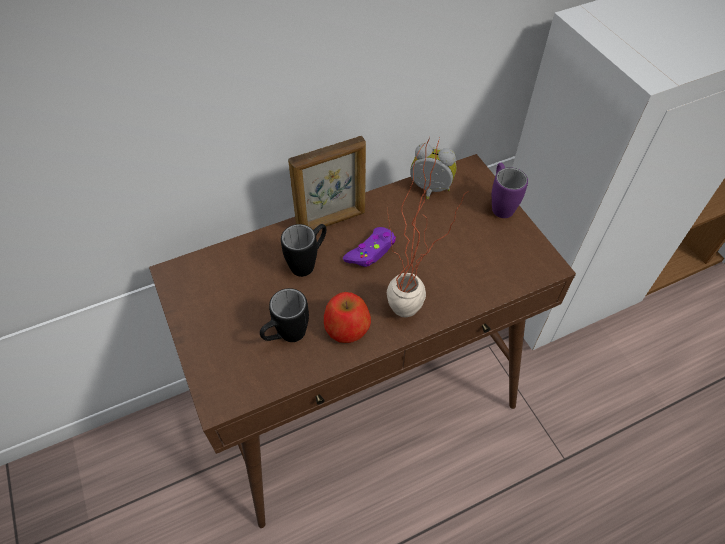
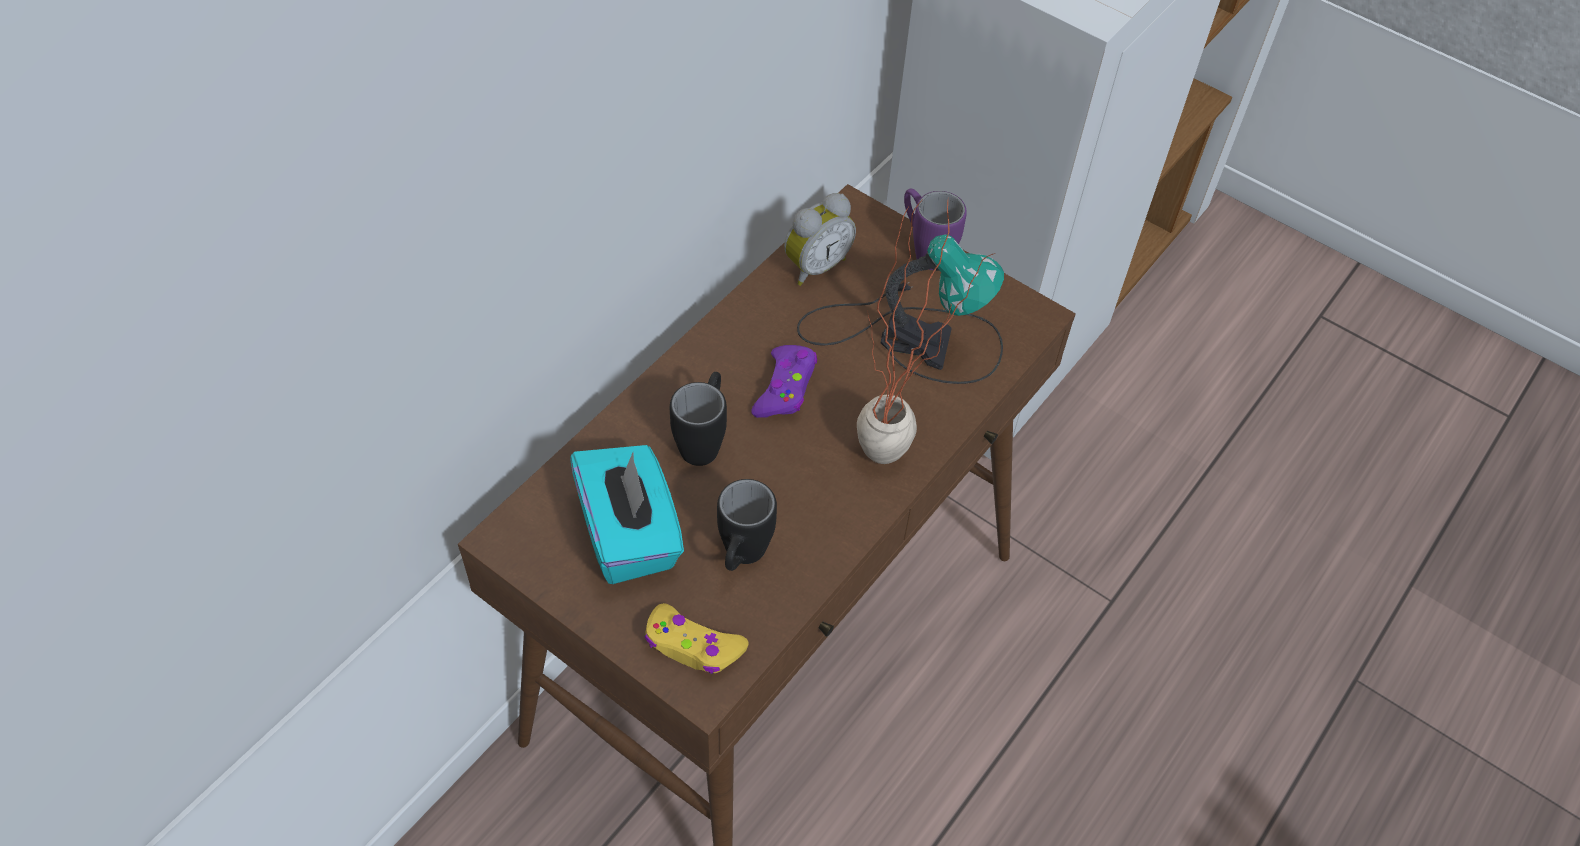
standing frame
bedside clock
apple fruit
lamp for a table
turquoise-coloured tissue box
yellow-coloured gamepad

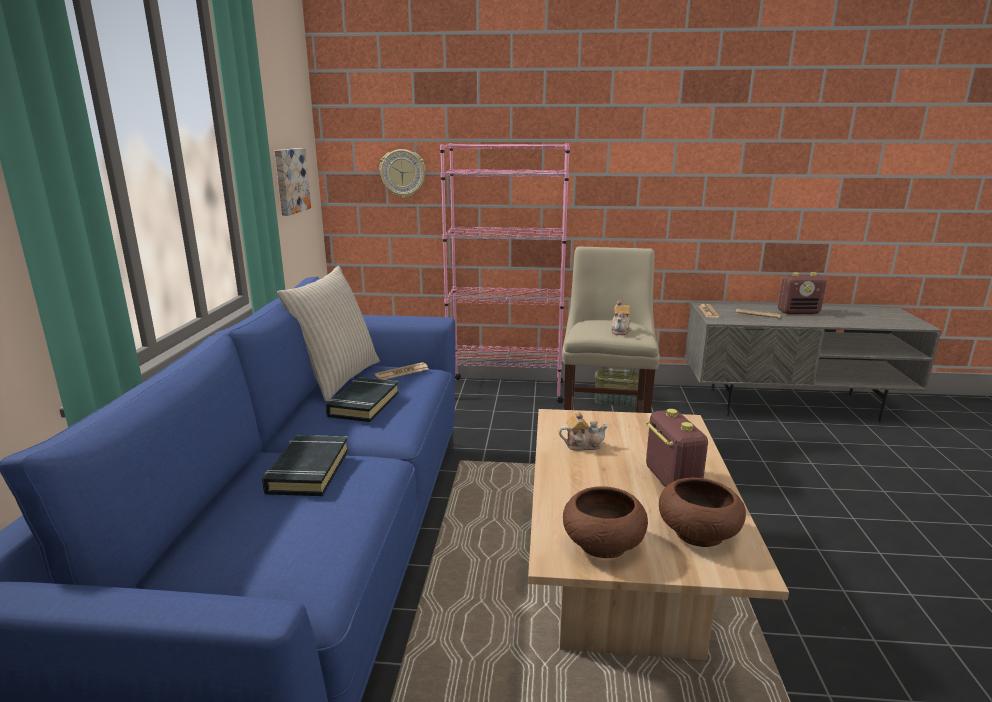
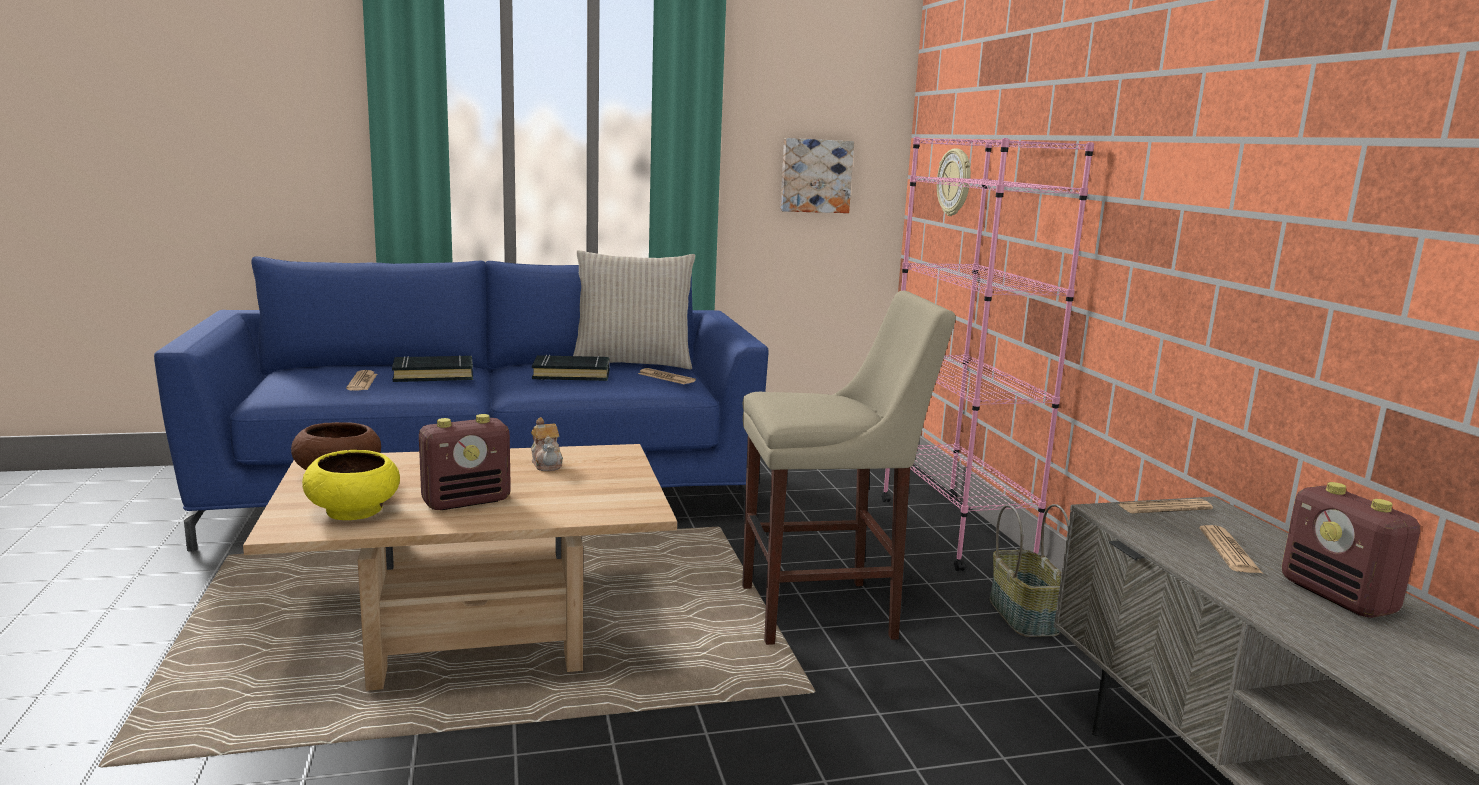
tea pot (no. 2 from left in the first image)
yellow-coloured deep dish
printed paper (no. 1 from left)

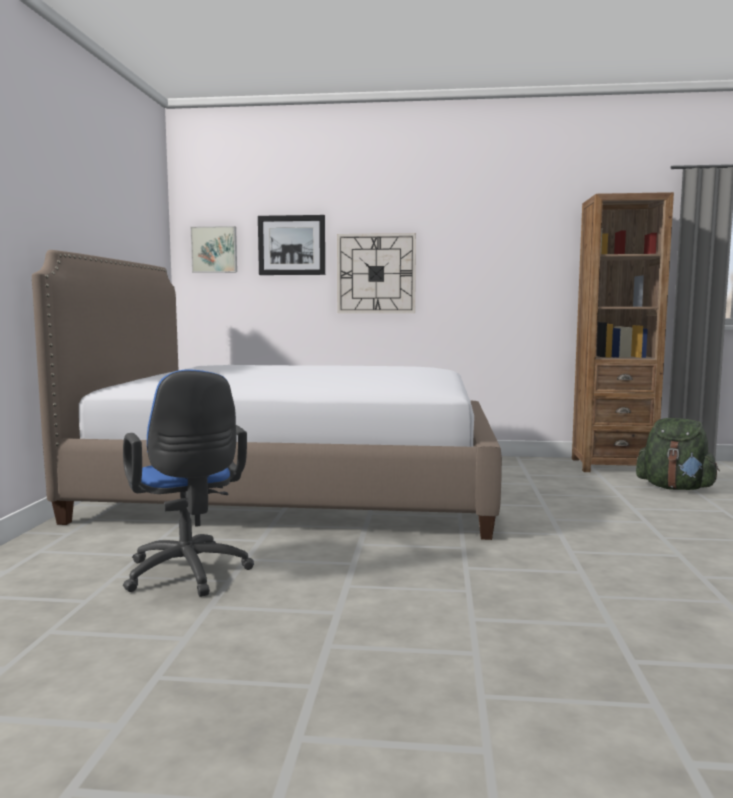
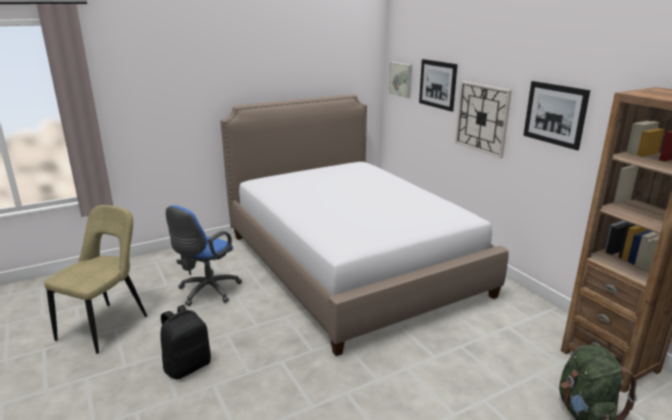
wall picture (no. 3 from left)
beige-coloured plain chair
black-coloured backpack

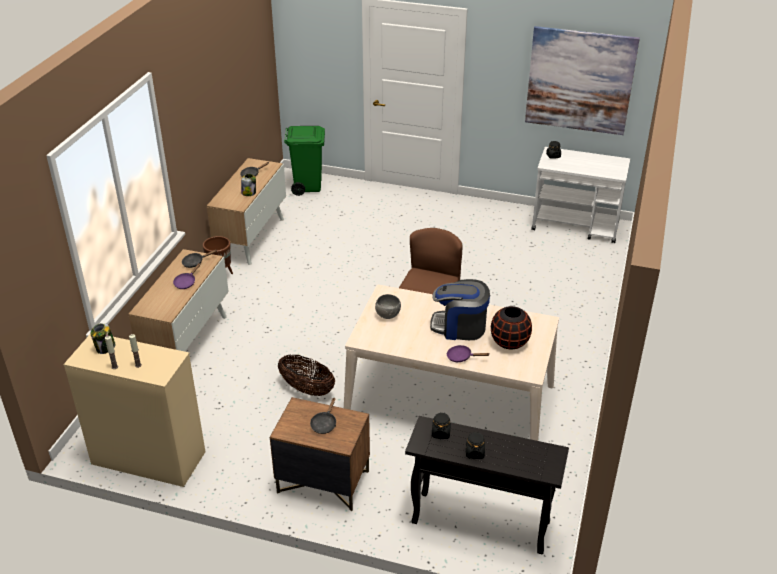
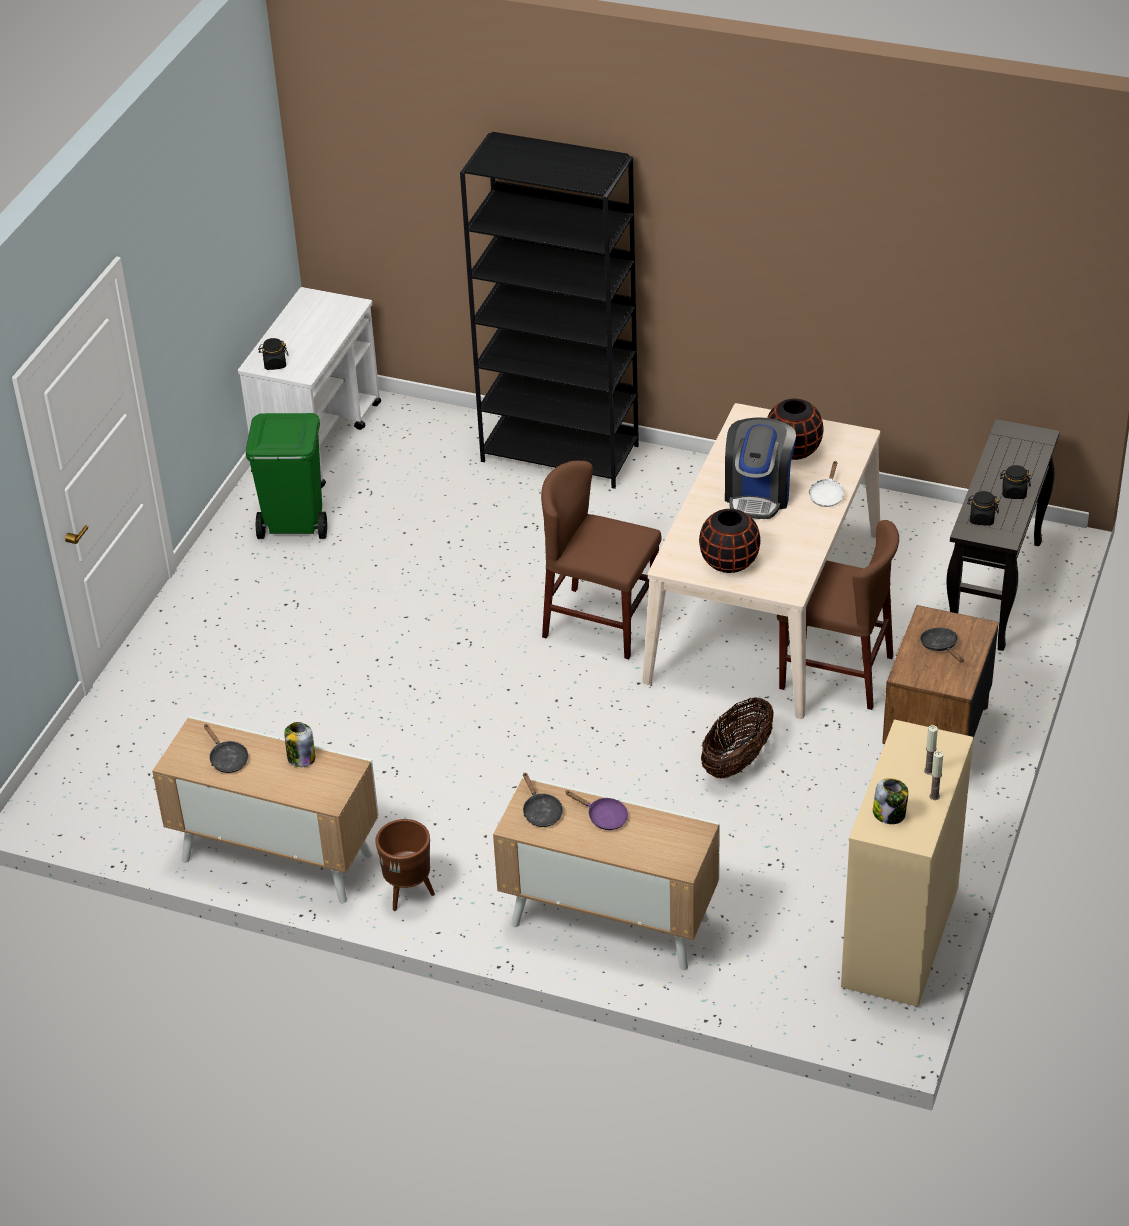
wall picture
greenish waste bin
black-coloured vase (no. 1 from left)
white-coloured skillet
black-coloured skillet (no. 3 from left)
black-coloured bookcase
brown-coloured plain chair (no. 2 from left)

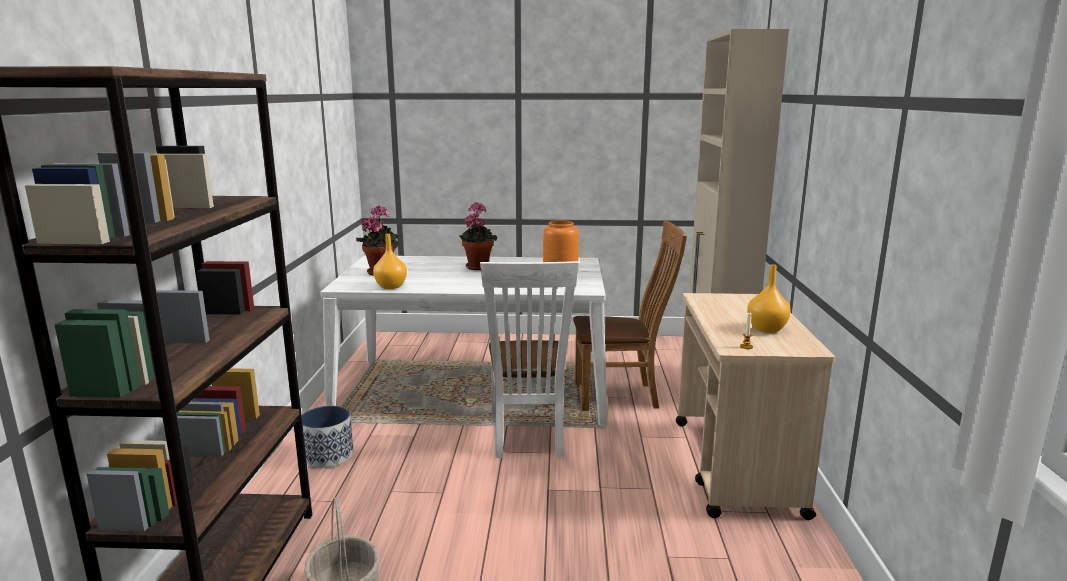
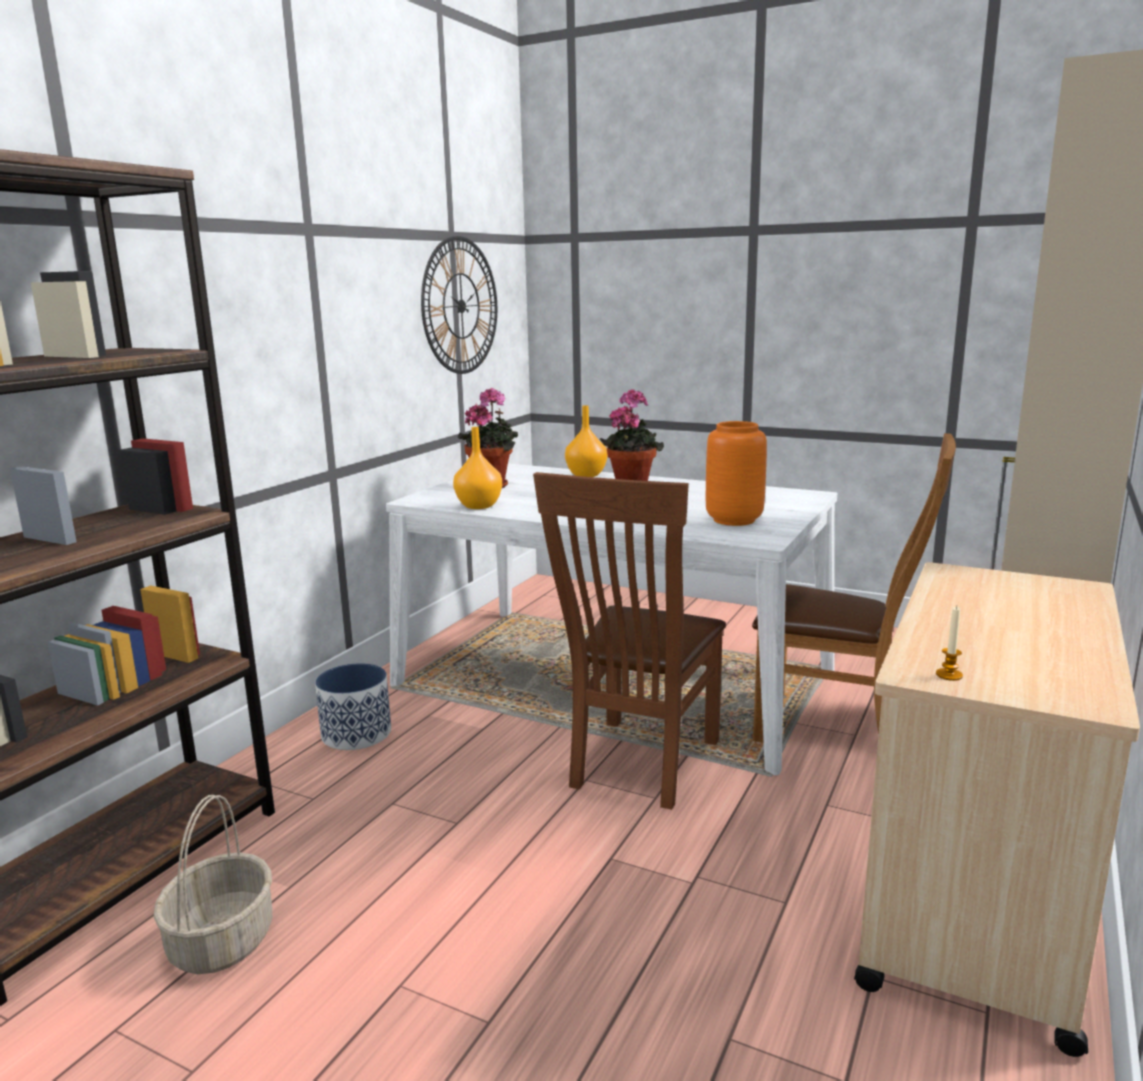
brown-coloured plain chair (no. 1 from left)
orangey vase (no. 2 from left)
hanging clock

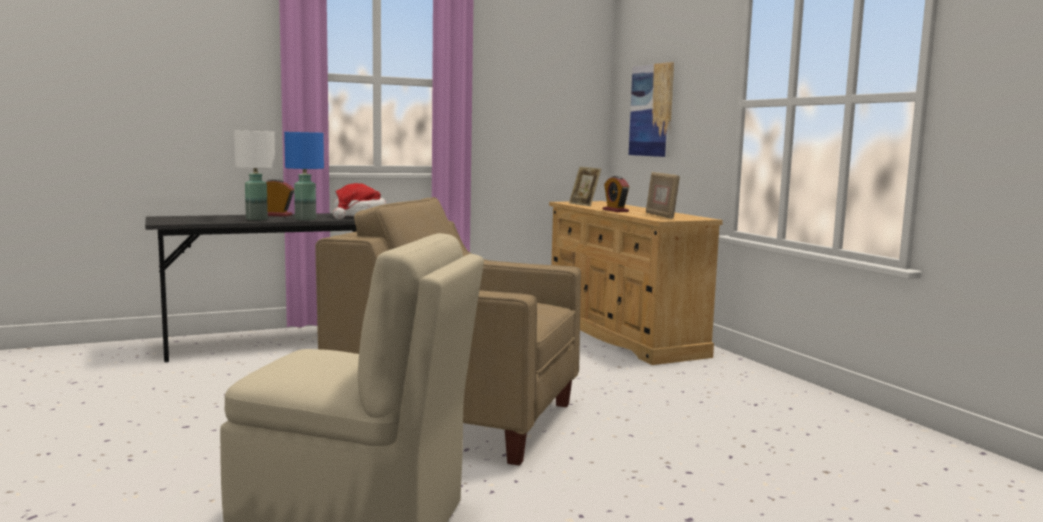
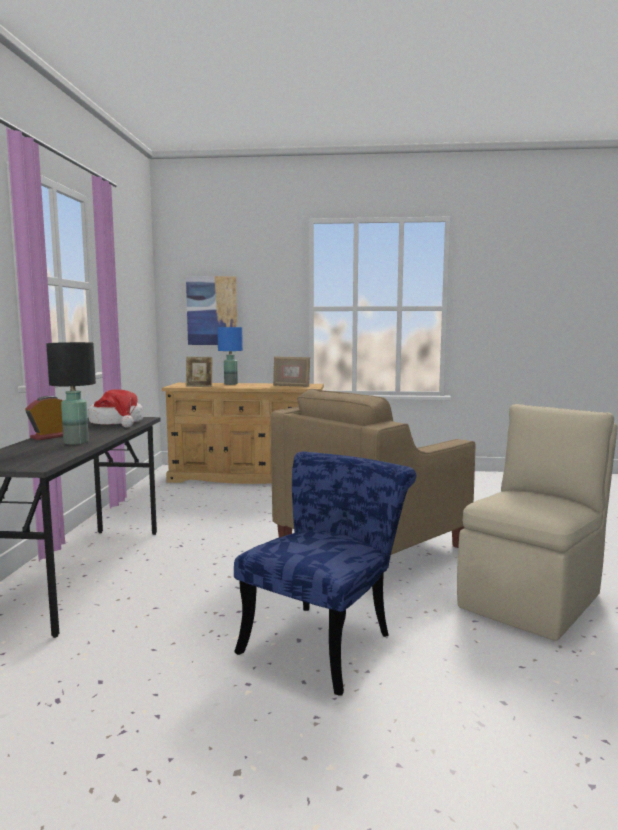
black-coloured lamp for a table
blue-coloured lamp for a table
bedside clock (no. 2 from left in the first image)
blue-coloured plain chair

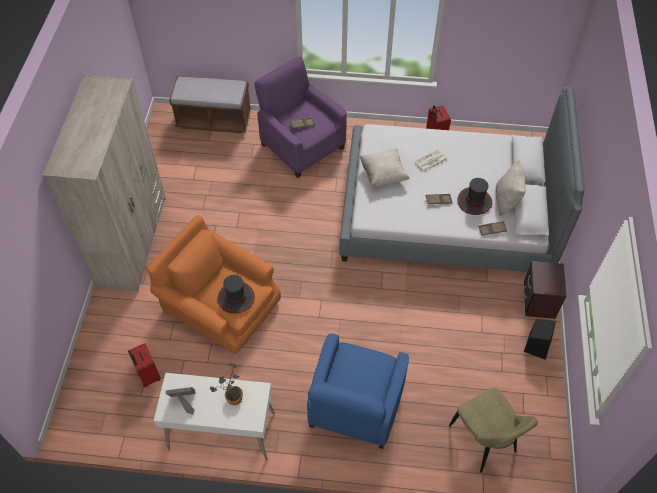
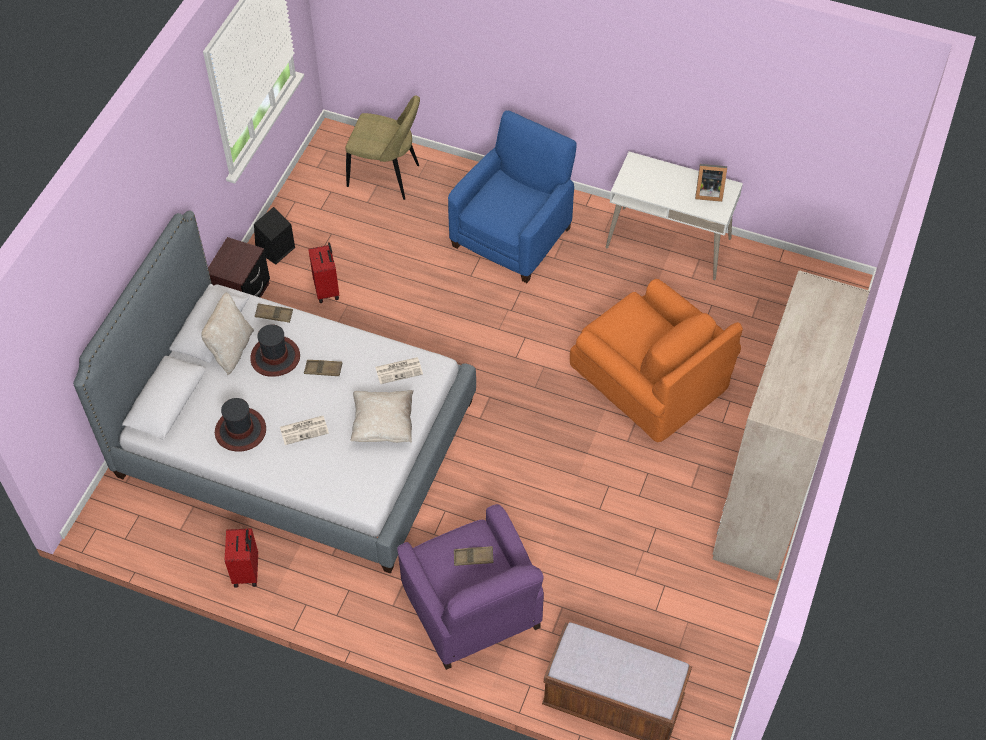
hat (no. 1 from left)
red suitcase (no. 2 from left)
plant in a pot
beige-coloured plain chair
printed paper (no. 2 from left)

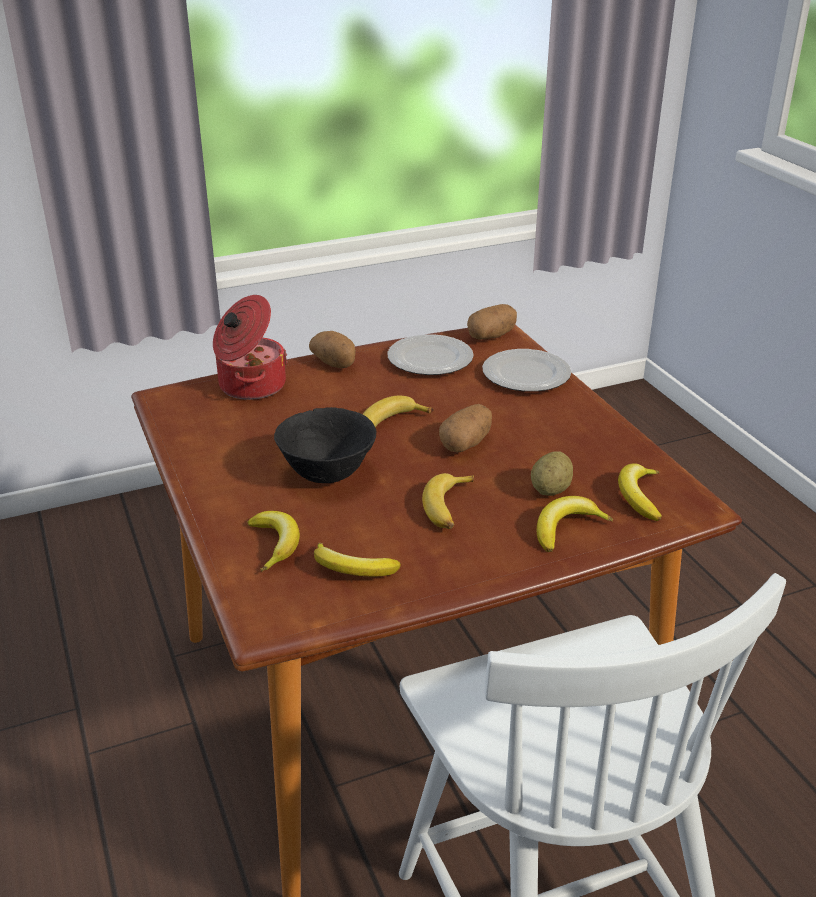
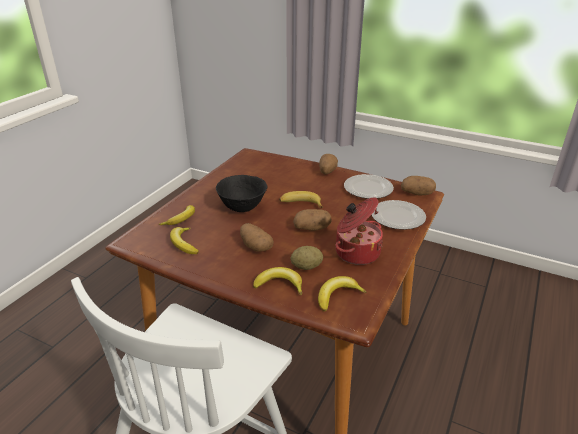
saucepot
potato (no. 1 from left)

